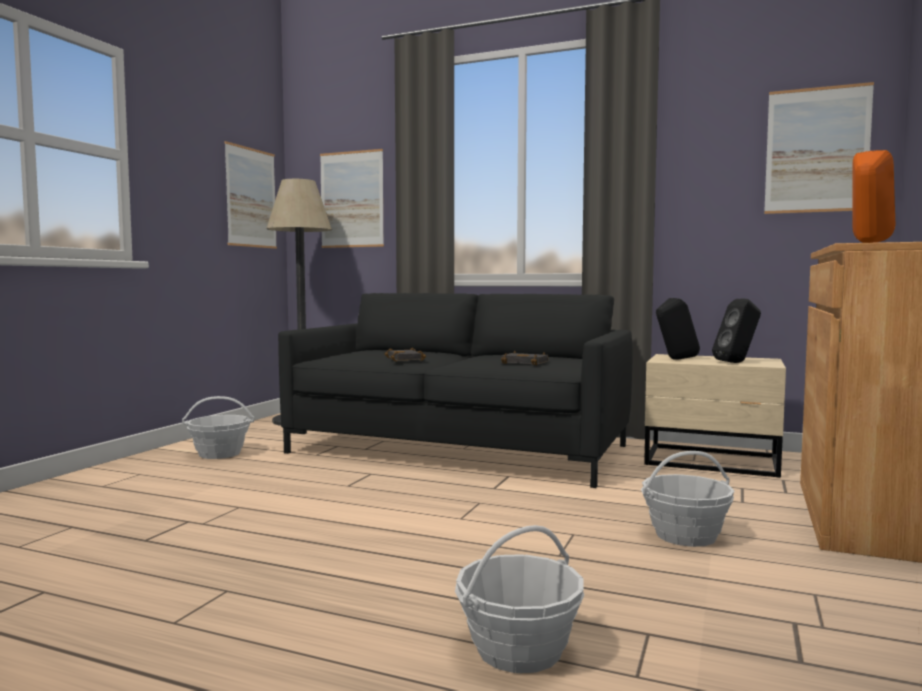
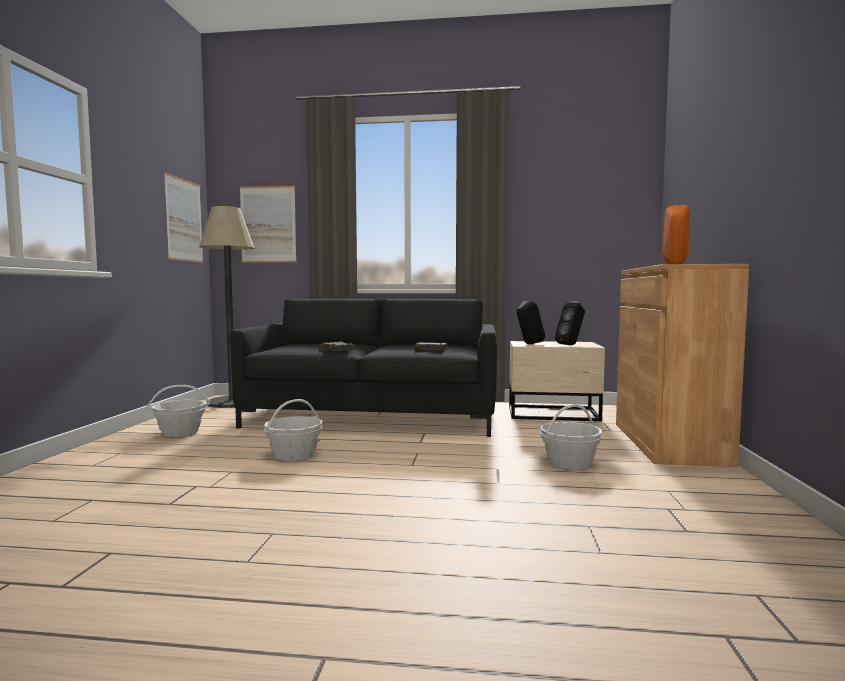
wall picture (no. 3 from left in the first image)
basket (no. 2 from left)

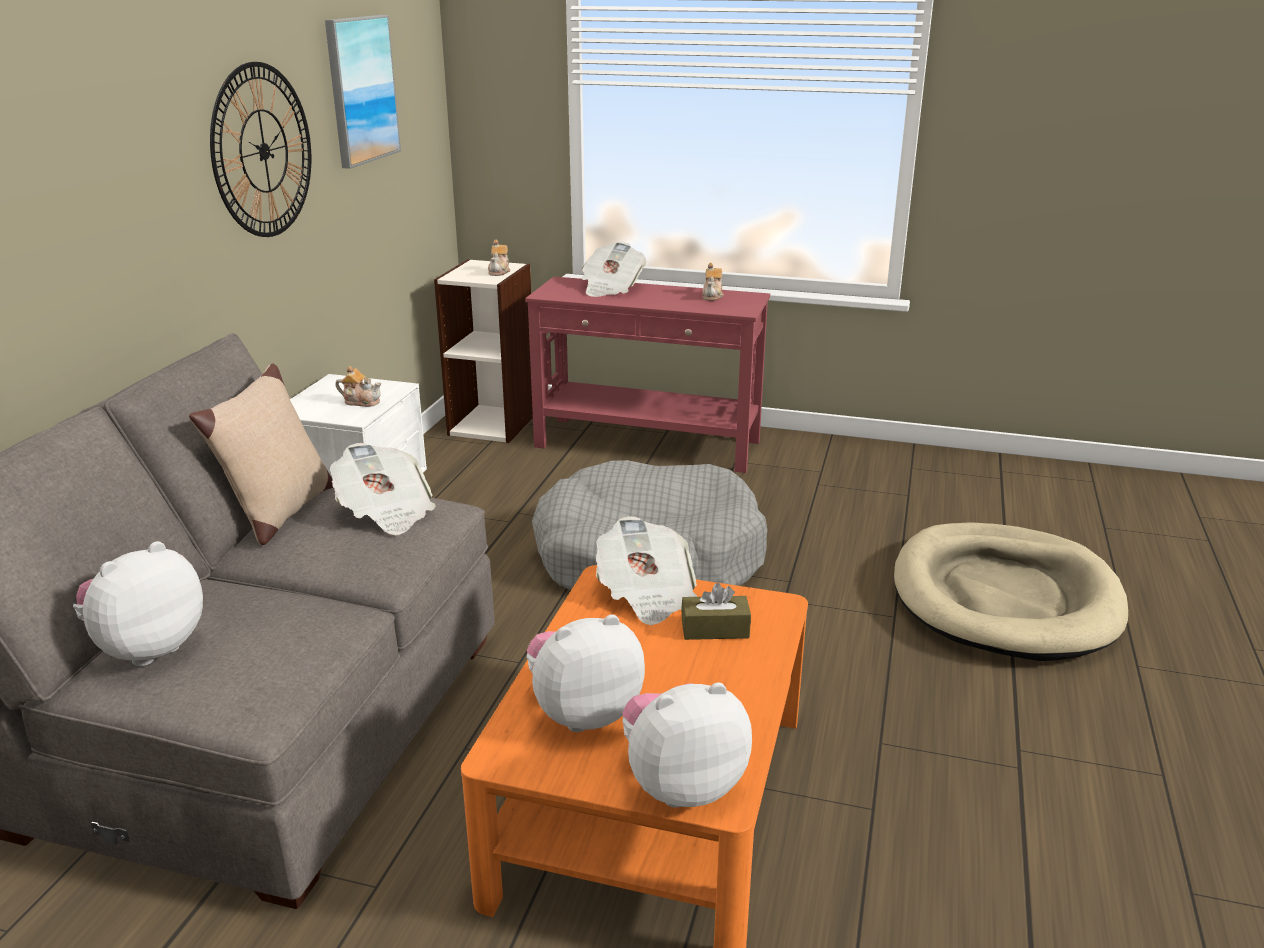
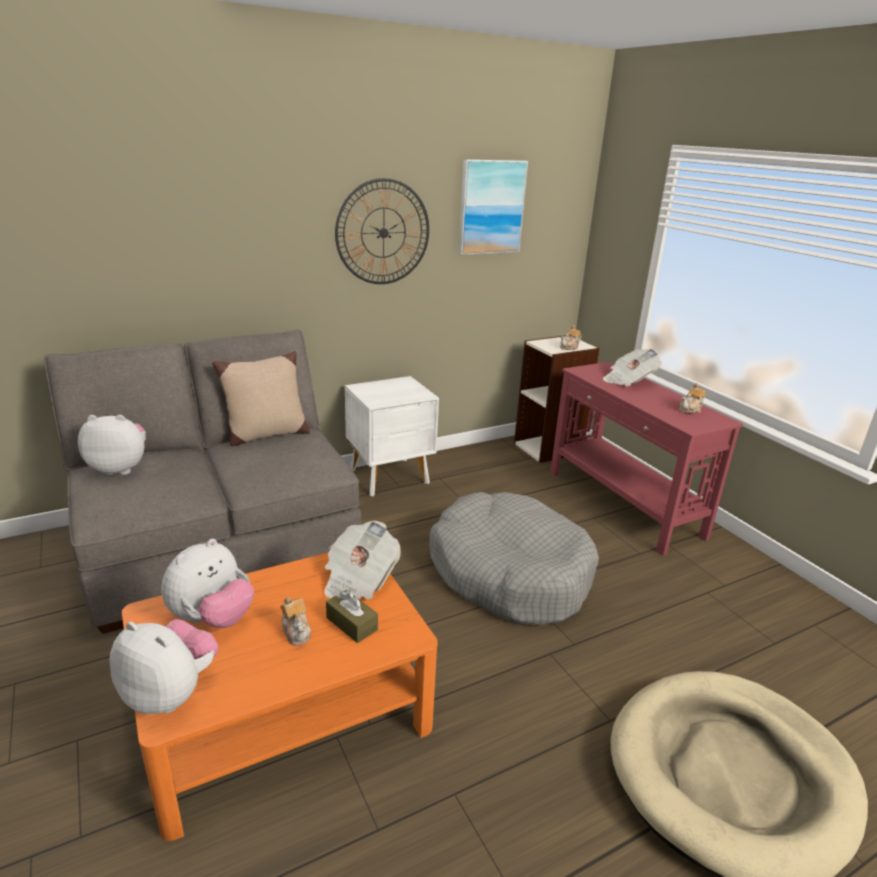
tea pot (no. 1 from left)
printed paper (no. 1 from left in the first image)
soft toy (no. 3 from left)

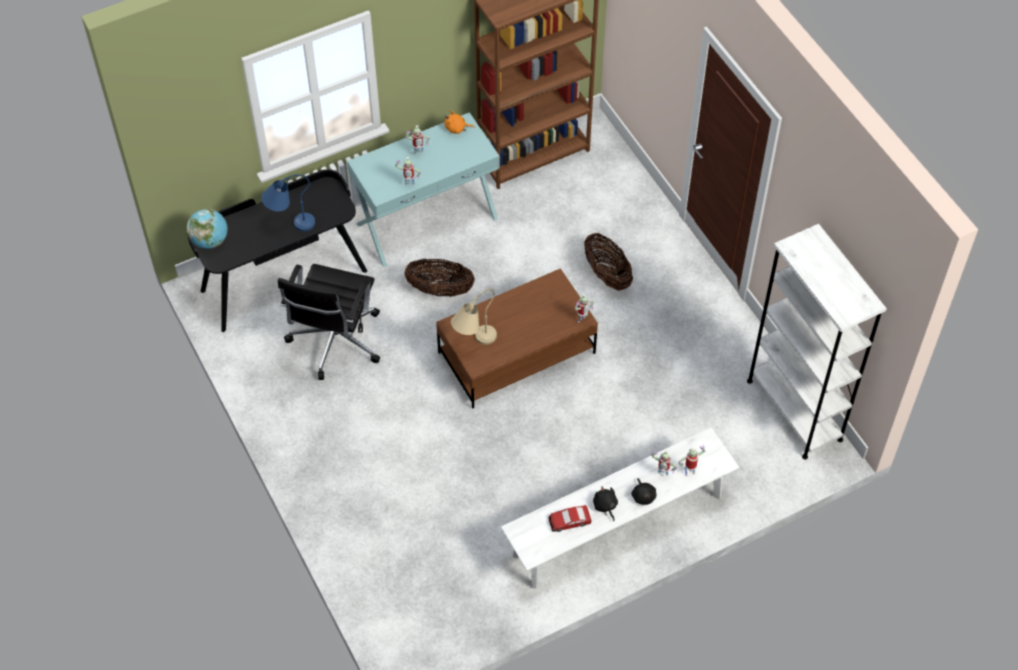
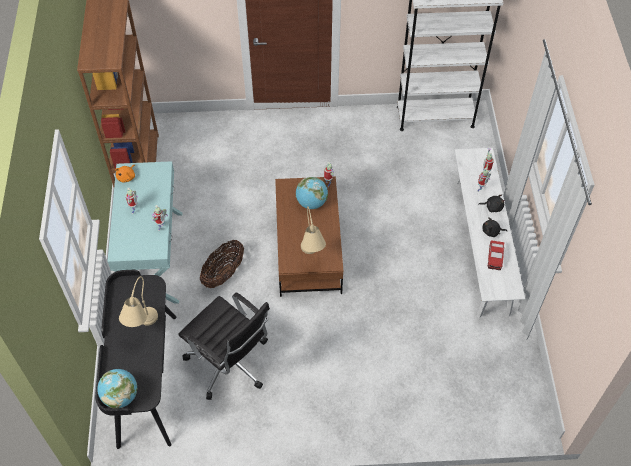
beige-coloured lamp for a table (no. 1 from left)
basket (no. 2 from left in the first image)
desk globe (no. 2 from left)

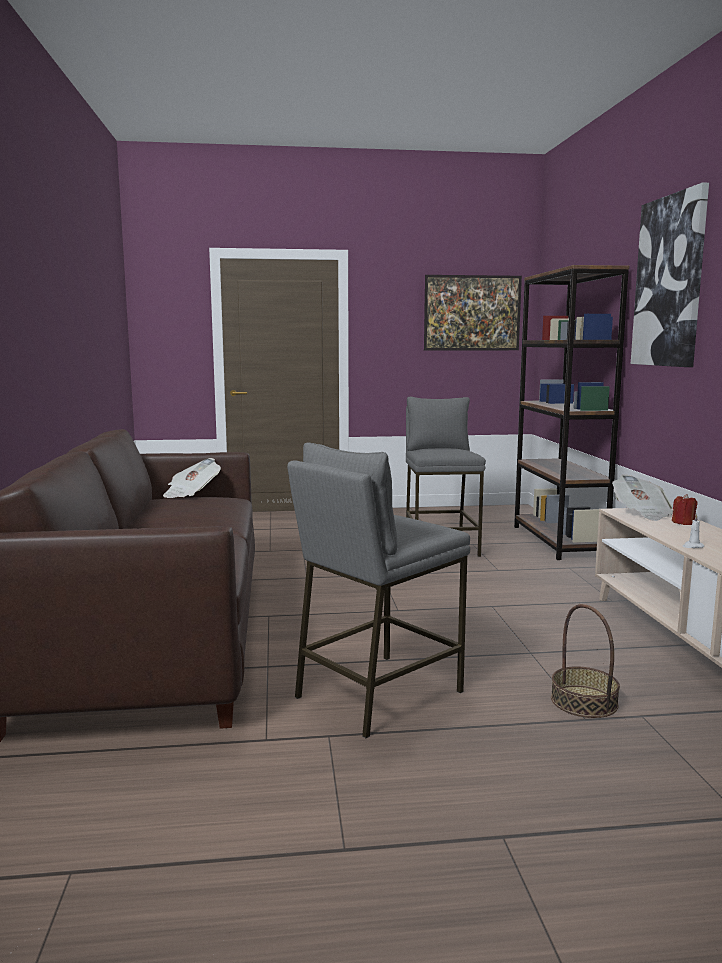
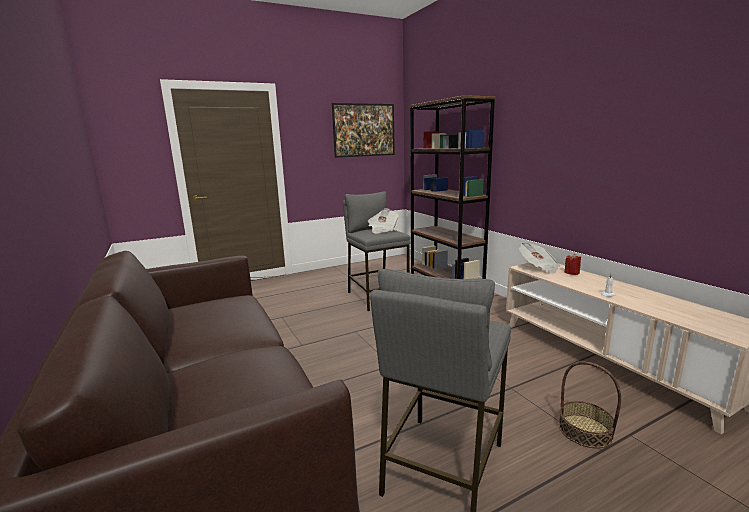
wall picture (no. 2 from left in the first image)
printed paper (no. 1 from left)

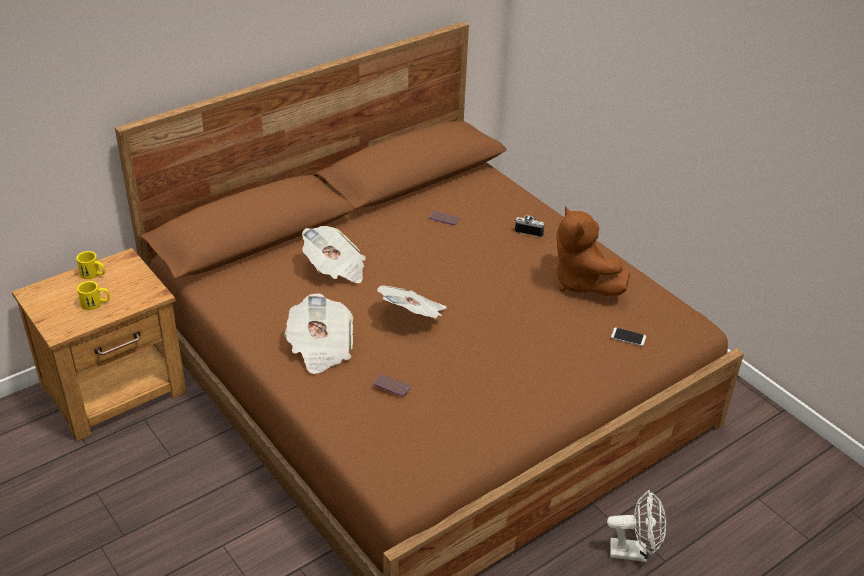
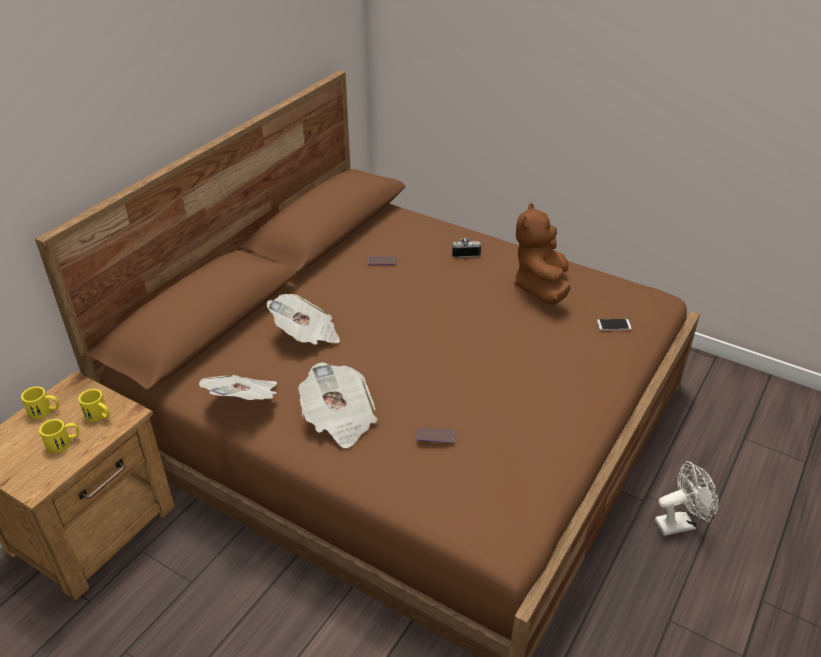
brown-coloured soft toy
printed paper (no. 1 from left)
yellow-coloured coffee mug (no. 3 from left)

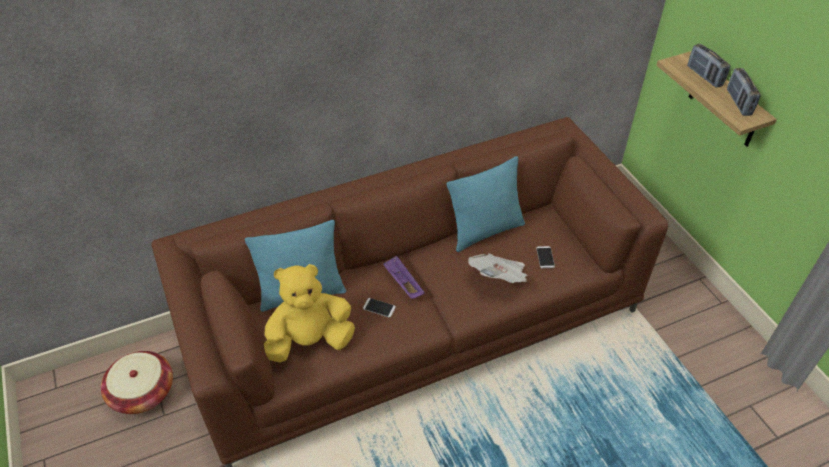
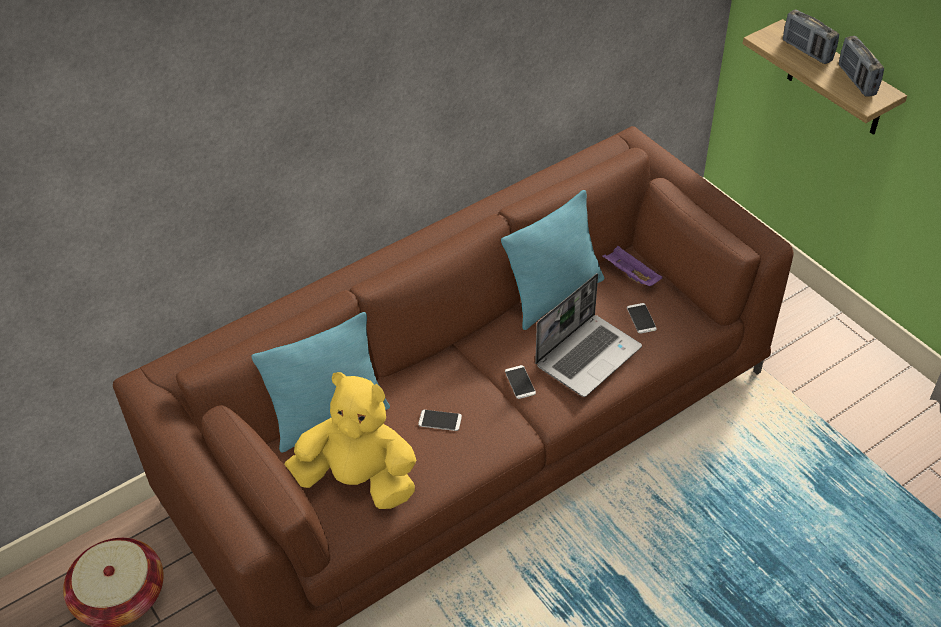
portable computer
purplish carrying tray
yellow-coloured soft toy
handset (no. 2 from left)

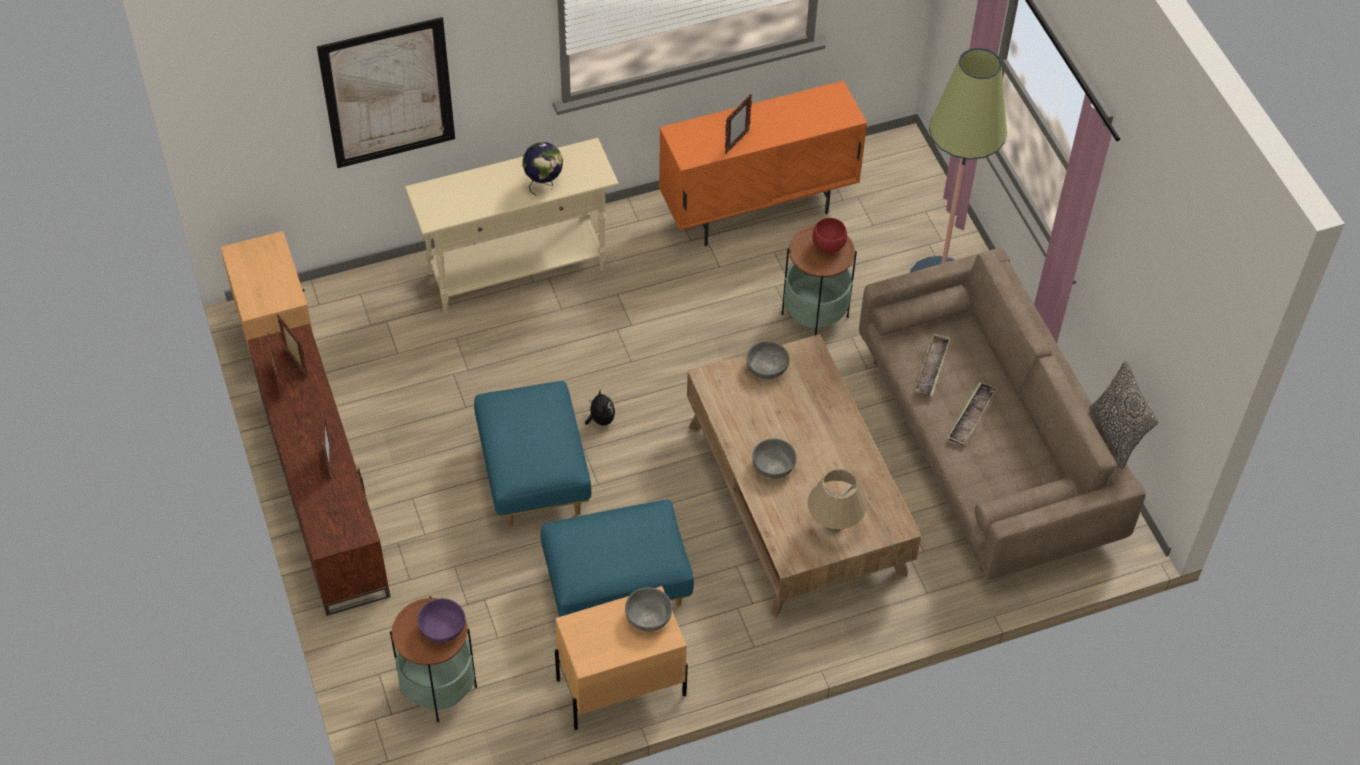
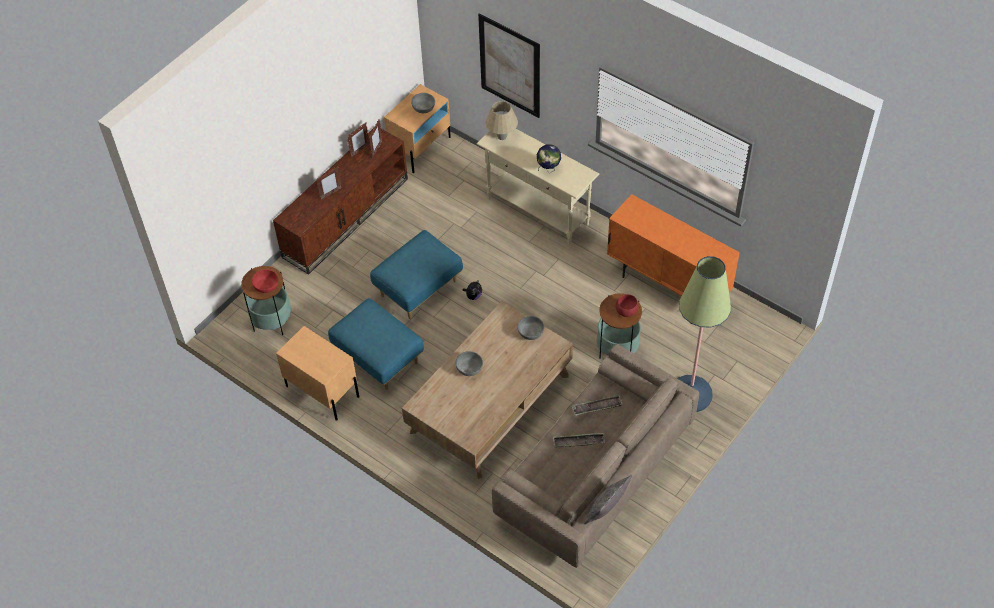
standing frame (no. 4 from left in the first image)
beige-coloured lamp for a table
gray deep dish (no. 1 from left)
red deep dish (no. 1 from left)

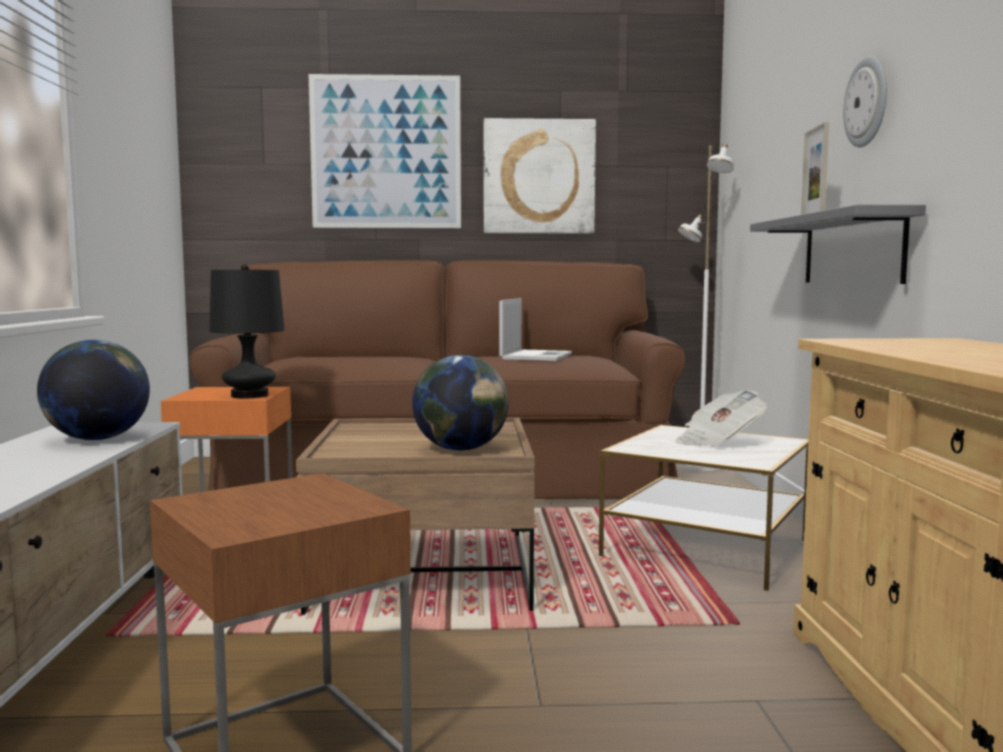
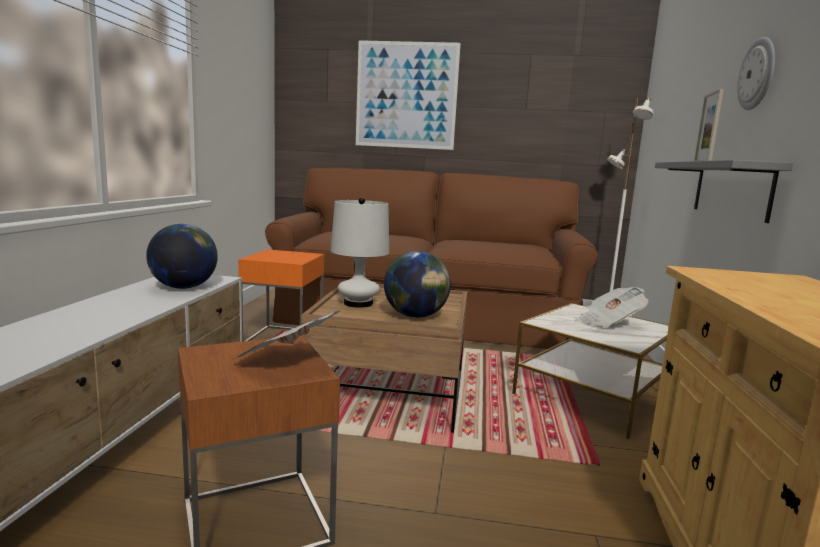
wall picture (no. 2 from left in the first image)
black-coloured lamp for a table
portable computer
white-coloured lamp for a table
printed paper (no. 1 from left)

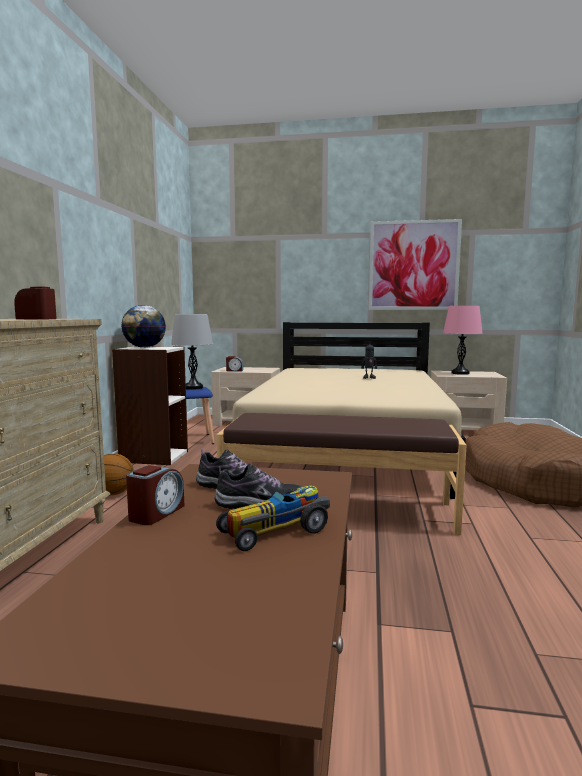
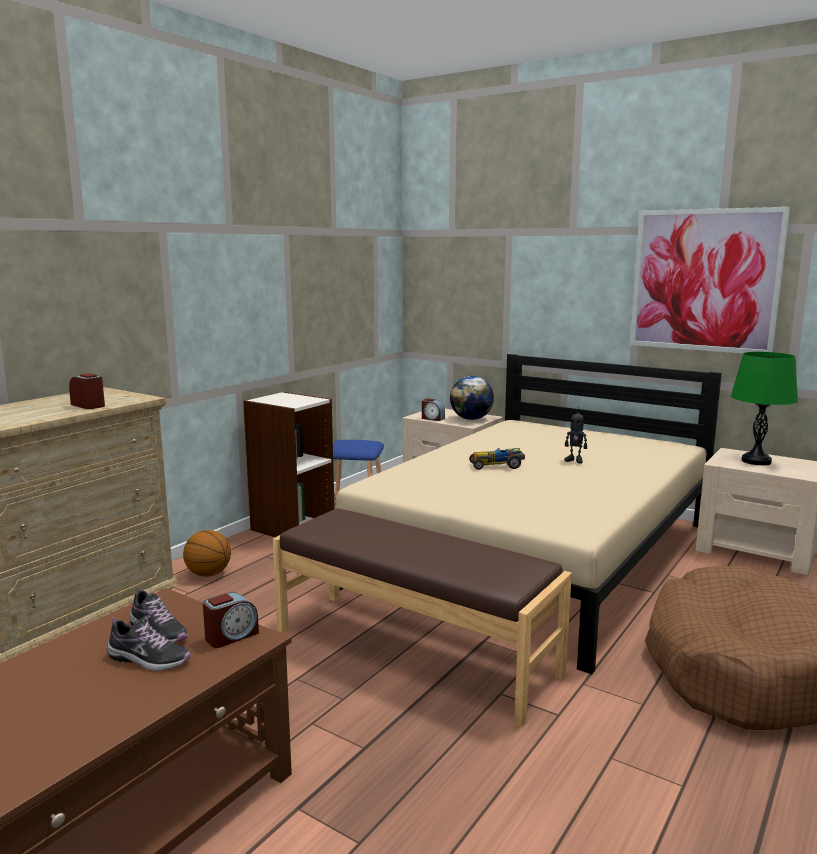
desk globe
greenish lamp for a table
gray lamp for a table
bedside clock (no. 2 from left)
toy car

